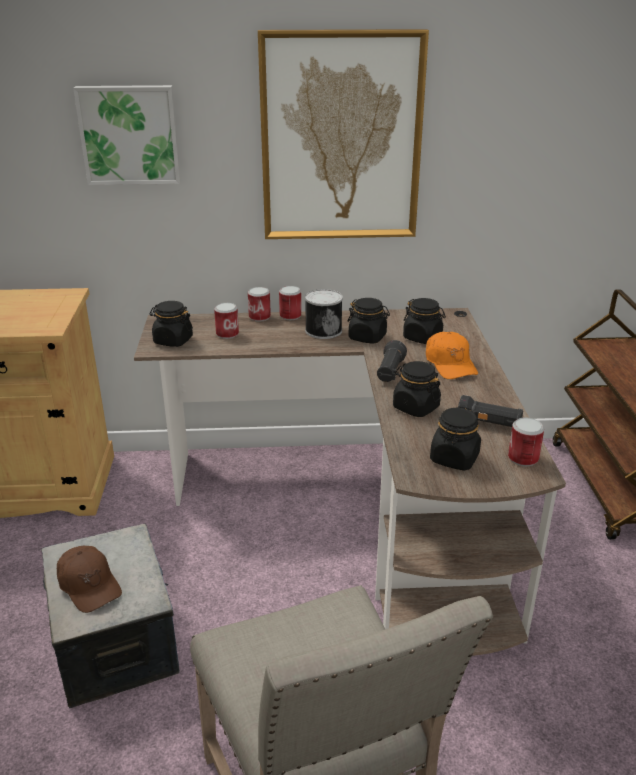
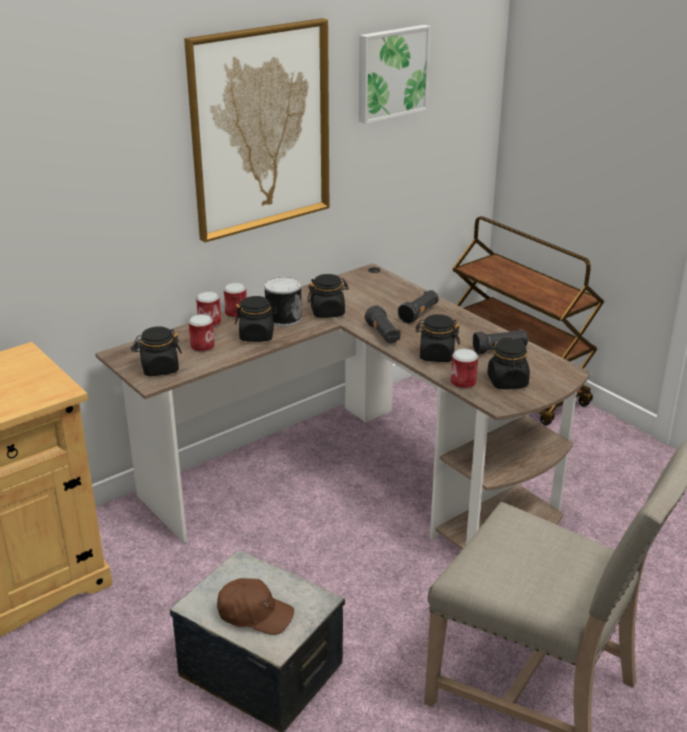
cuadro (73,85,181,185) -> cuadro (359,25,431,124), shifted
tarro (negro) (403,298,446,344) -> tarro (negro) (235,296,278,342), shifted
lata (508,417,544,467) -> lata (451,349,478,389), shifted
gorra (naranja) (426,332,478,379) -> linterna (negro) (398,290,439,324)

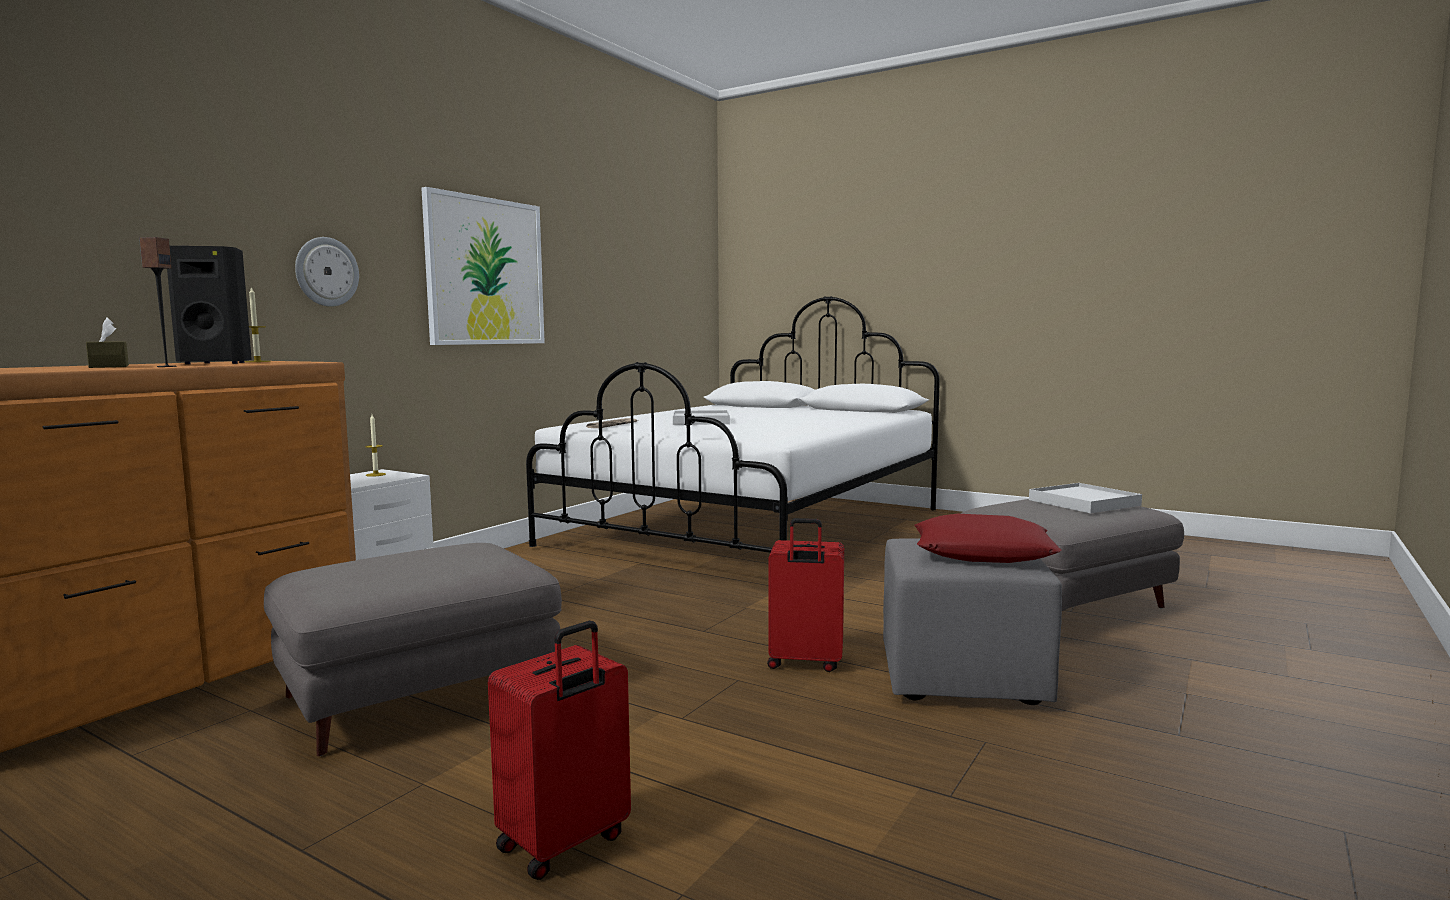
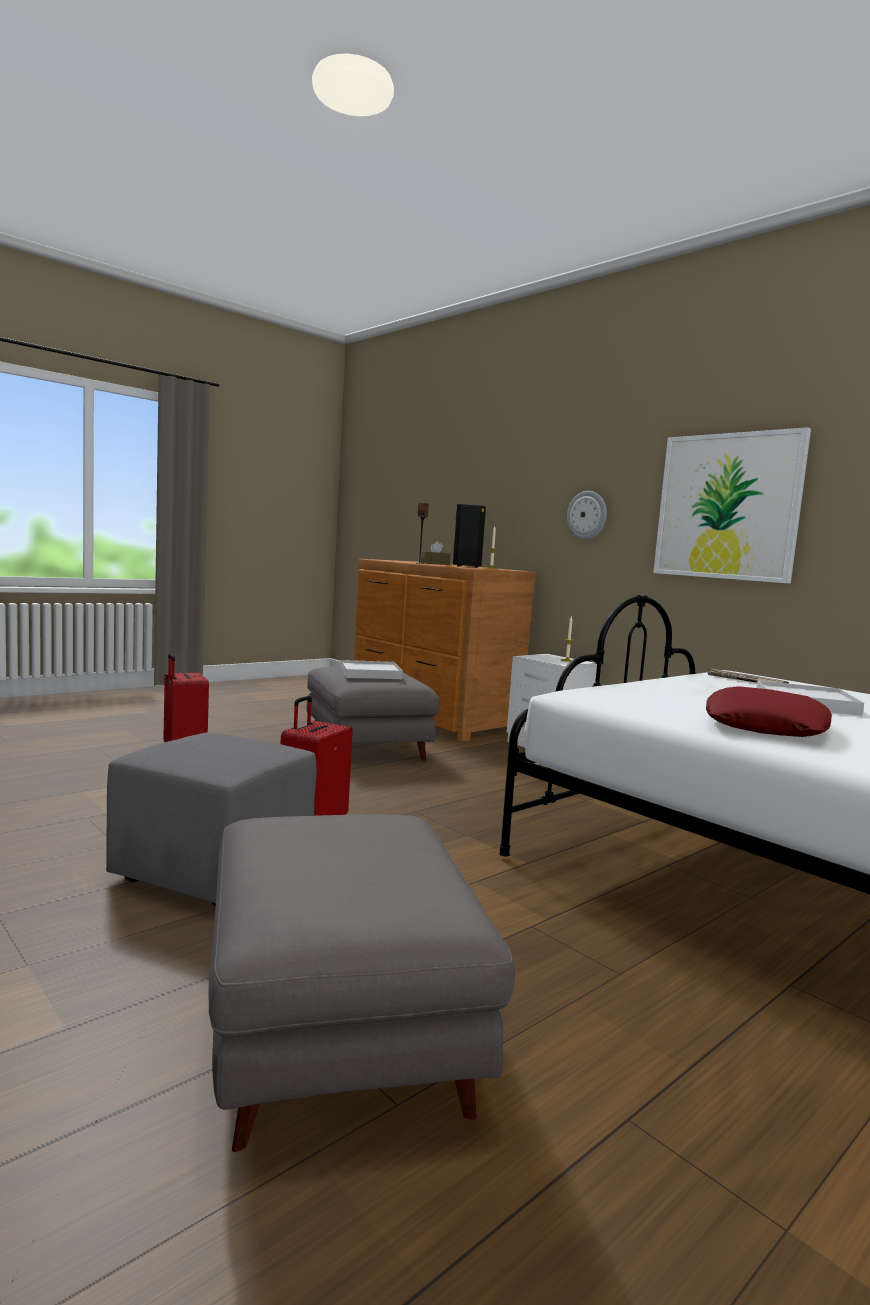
cojín (rojo) (914,514,1061,563) -> cojín (rojo) (706,686,832,737), shifted
bandeja (blanco) (1029,483,1142,513) -> bandeja (blanco) (341,660,403,679), shifted

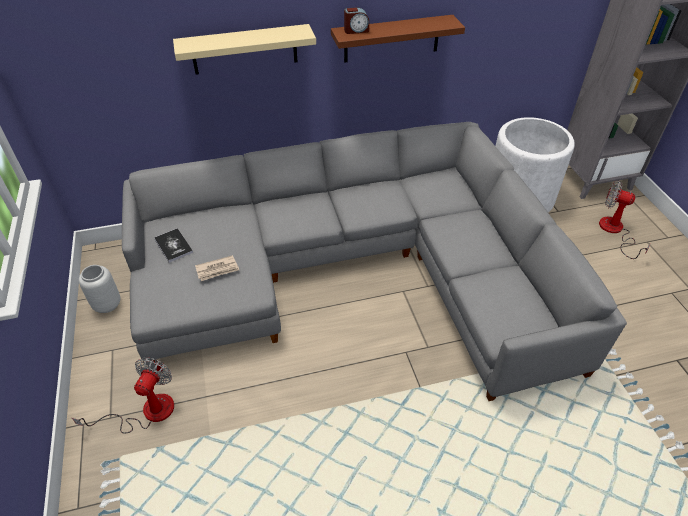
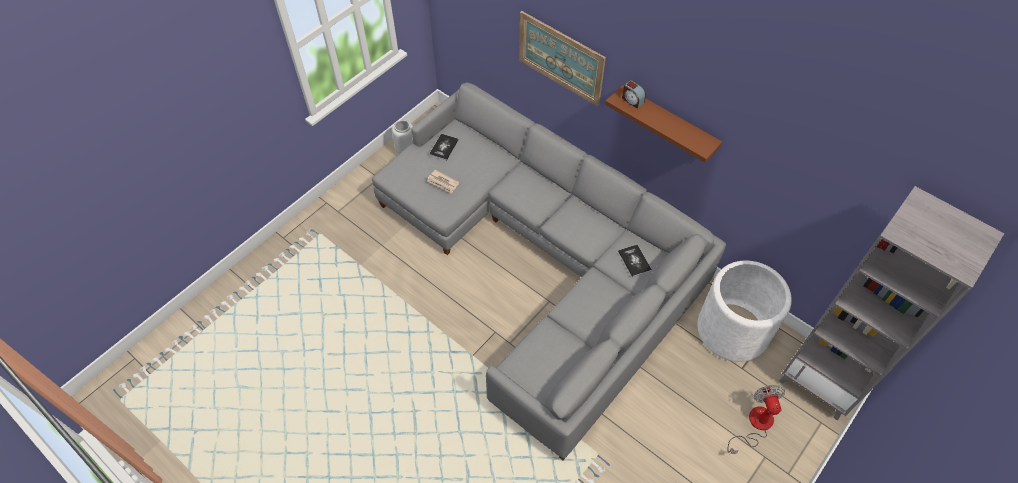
ventilador (72,357,174,434) -> none
none -> libro (618,244,652,277)
estante (beis) (173,24,316,75) -> cuadro (519,11,606,106)

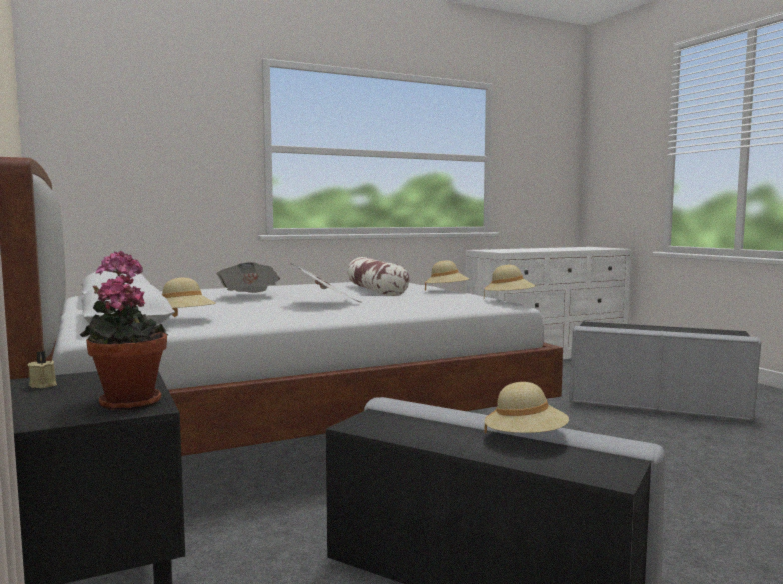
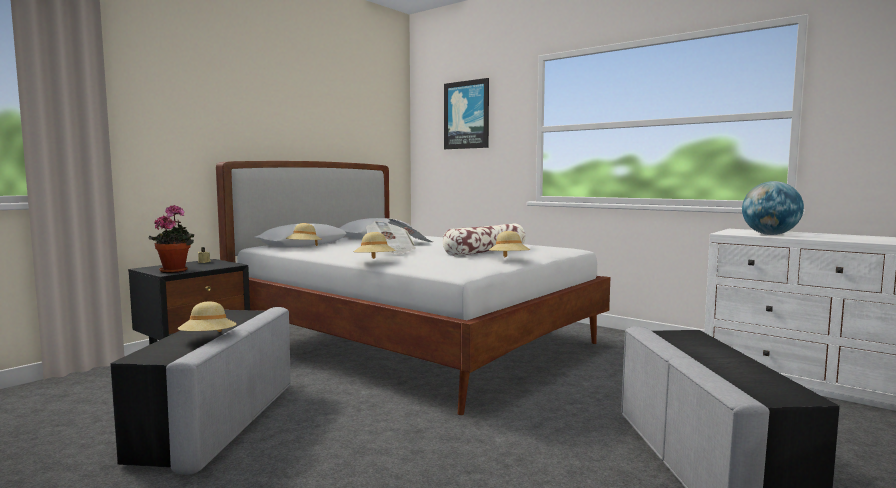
none -> cuadro (444,78,489,149)
none -> globo terráqueo (742,181,804,235)
sombrero (beis) (484,265,536,298) -> sombrero (beis) (353,232,396,259), shifted

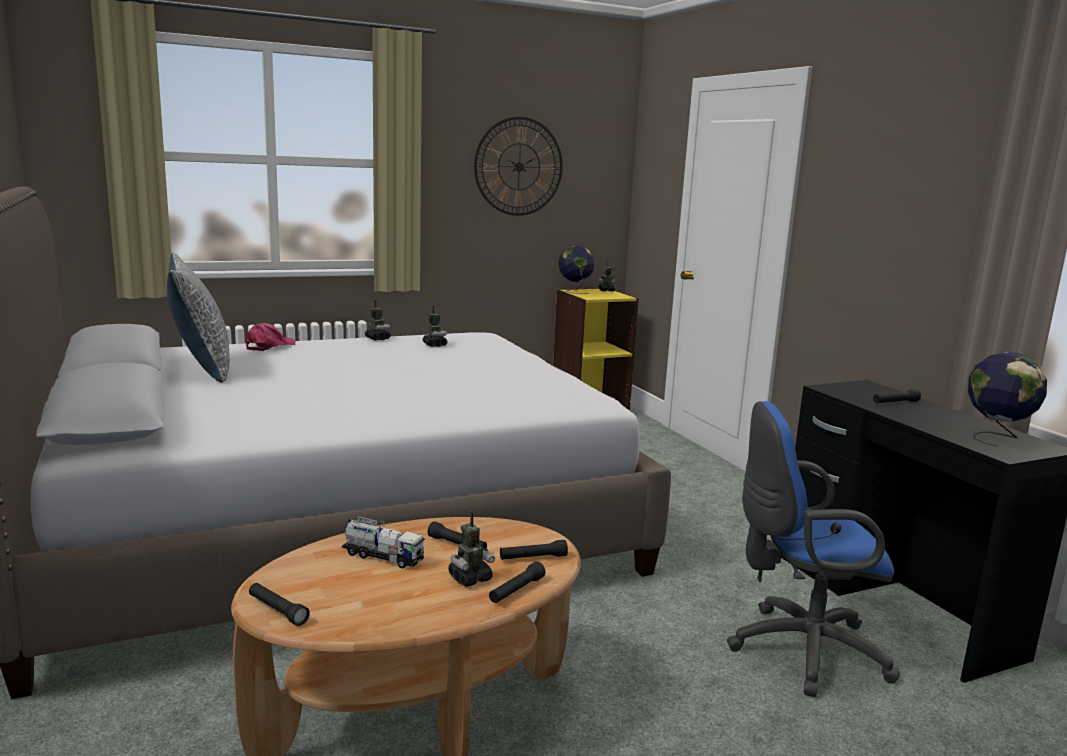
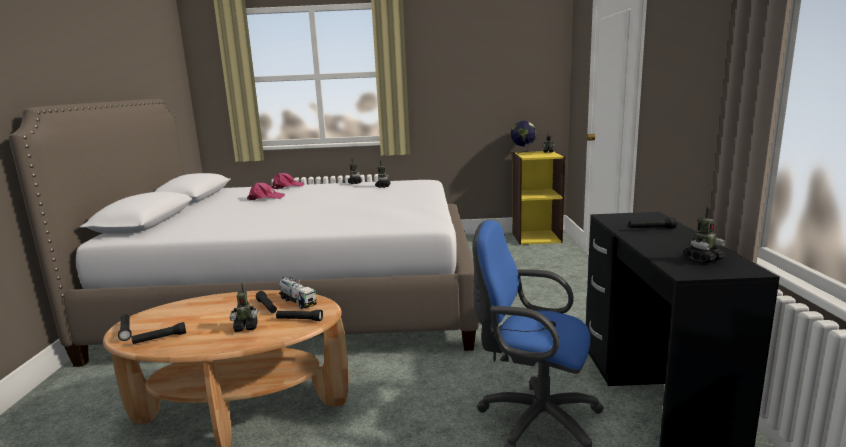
cojín (167,253,230,382) -> none
reloj de pared (474,117,563,216) -> none
none -> gorra (rosa) (247,183,285,201)
camión de juguete (342,516,425,569) -> camión de juguete (279,276,317,309), shifted
linterna (negro) (489,562,546,603) -> linterna (negro) (131,322,186,344), shifted
globo terráqueo (968,352,1047,446) -> robot de juguete (684,207,726,263)

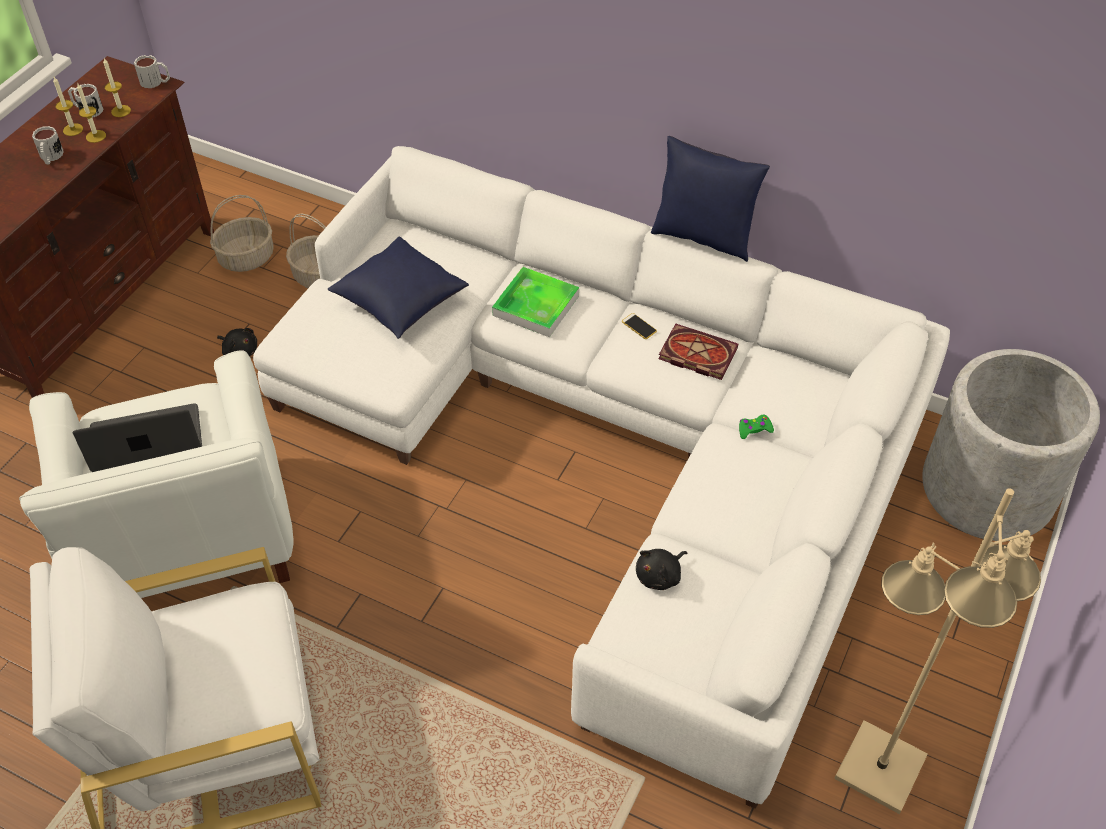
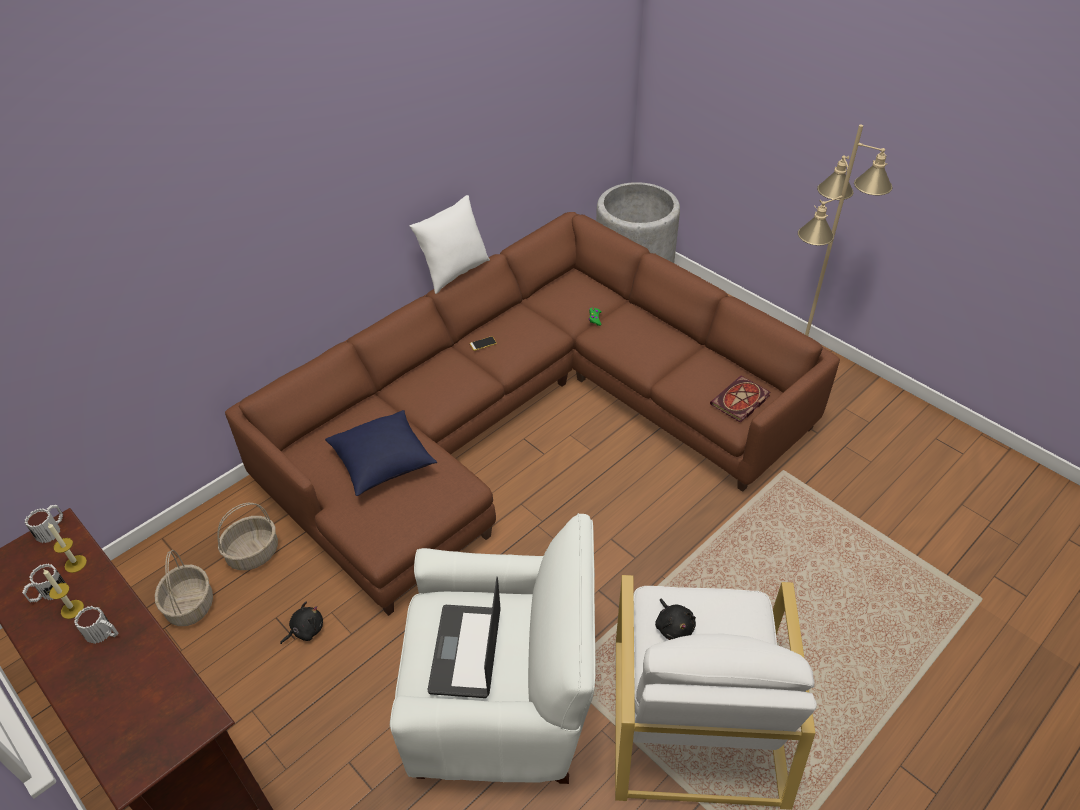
vela (77,84,106,143) -> none
bandeja (492,267,579,337) -> none
peluche (negro) (636,549,687,590) -> peluche (negro) (655,599,696,640), shifted
libro (658,324,738,380) -> libro (710,376,770,423), shifted
sofá (blanco) (253,146,950,809) -> sofá (marrón) (225,212,840,616)
cojín (azul) (651,136,770,262) -> cojín (blanco) (410,195,490,294)

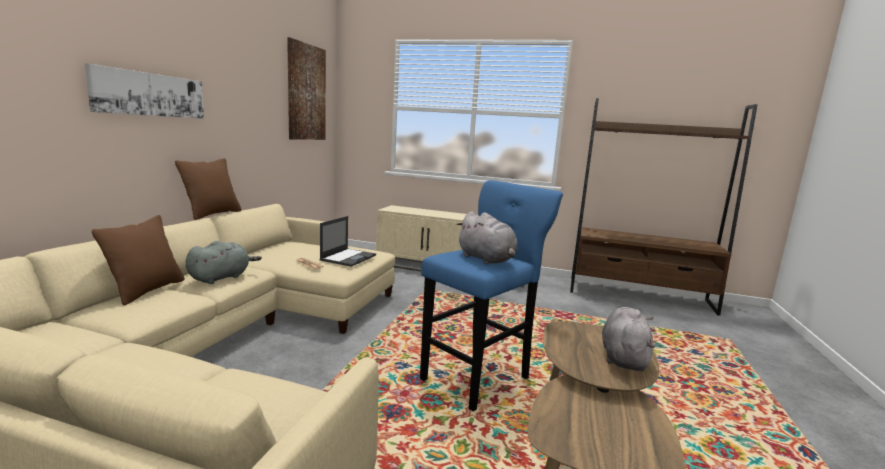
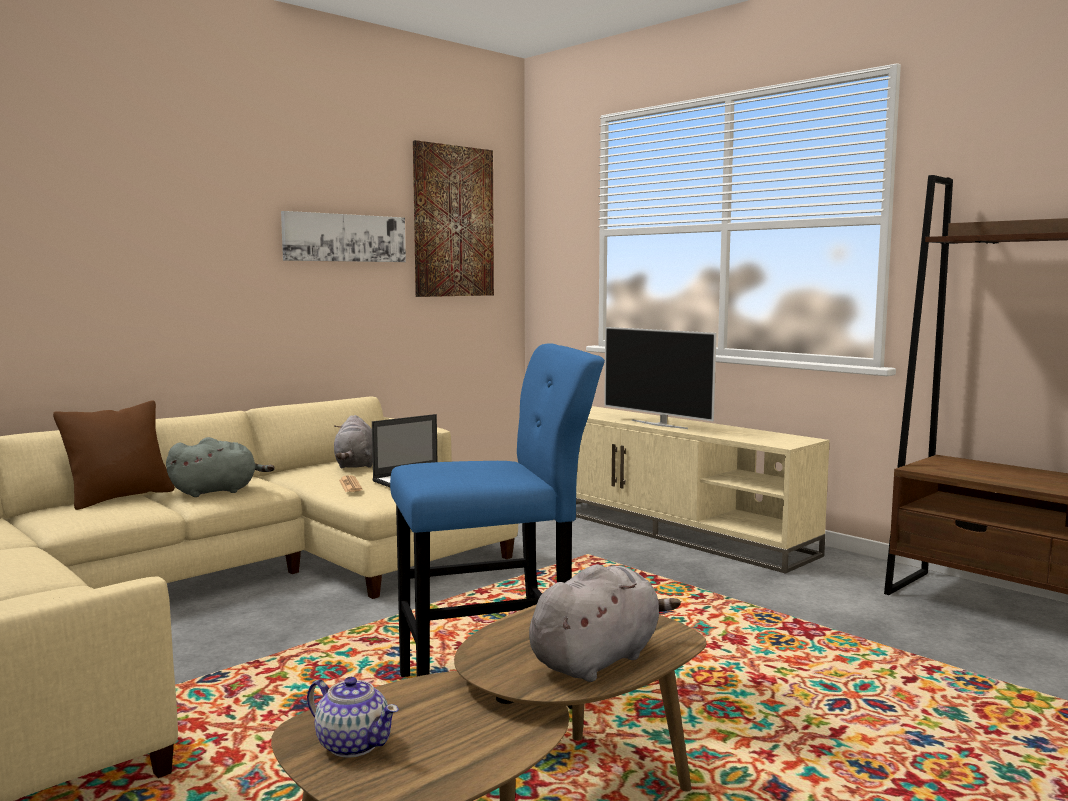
cojín (marrón) (175,158,241,220) -> none
none -> tetera (307,677,399,758)
none -> televisor (604,327,716,429)
cuadro (85,64,204,119) -> cuadro (281,211,406,262), shifted
peluche (gris) (457,211,518,264) -> peluche (gris) (334,415,373,468), shifted

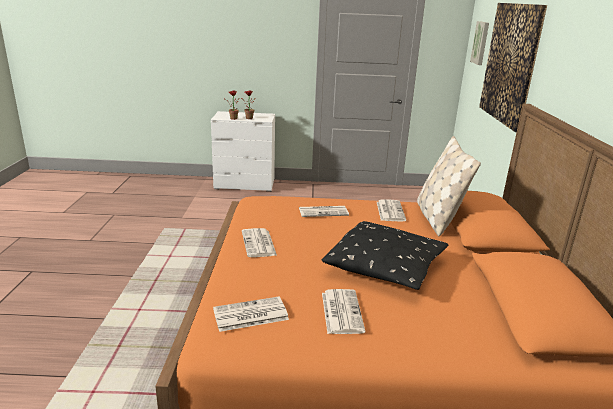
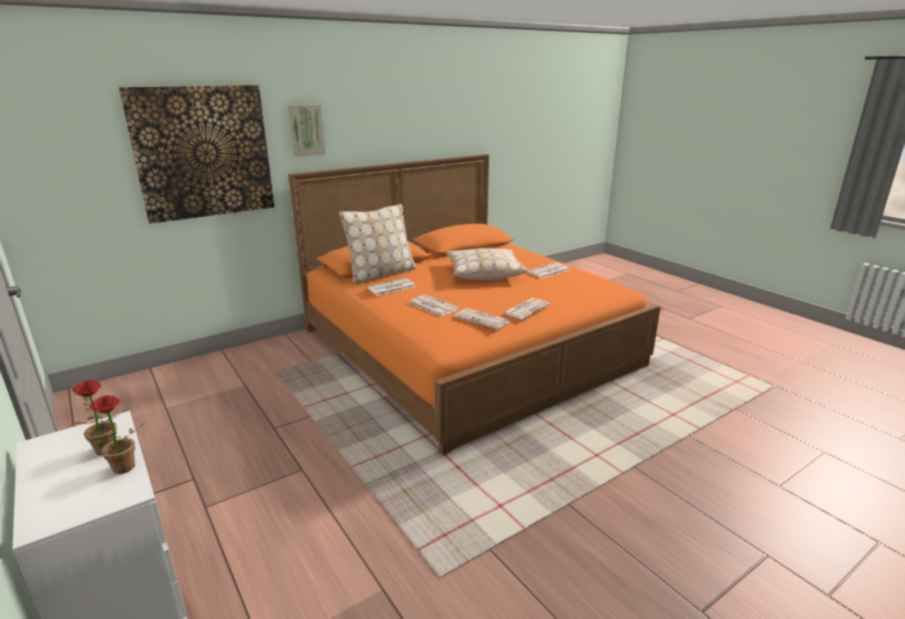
periódico (213,297,289,332) -> periódico (454,308,510,329), shifted
cuadro (470,21,489,65) -> cuadro (288,104,325,157), shifted
cojín (negro) (322,221,448,290) -> cojín (beis) (446,248,528,280)

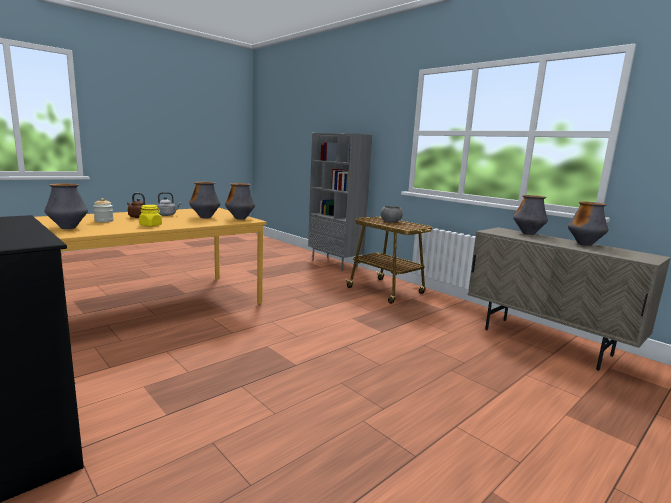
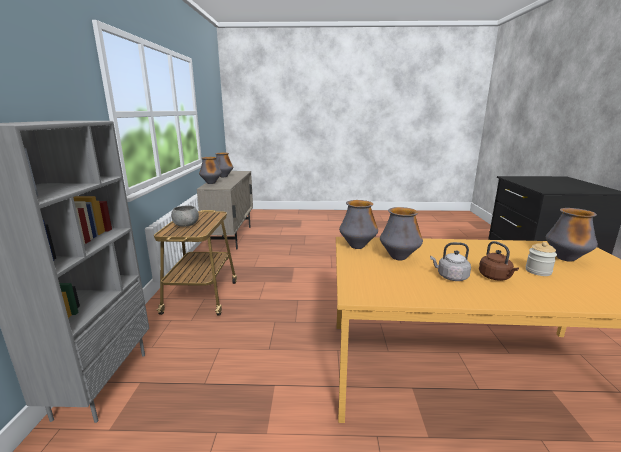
tarro (amarillo) (139,205,162,226) -> none

